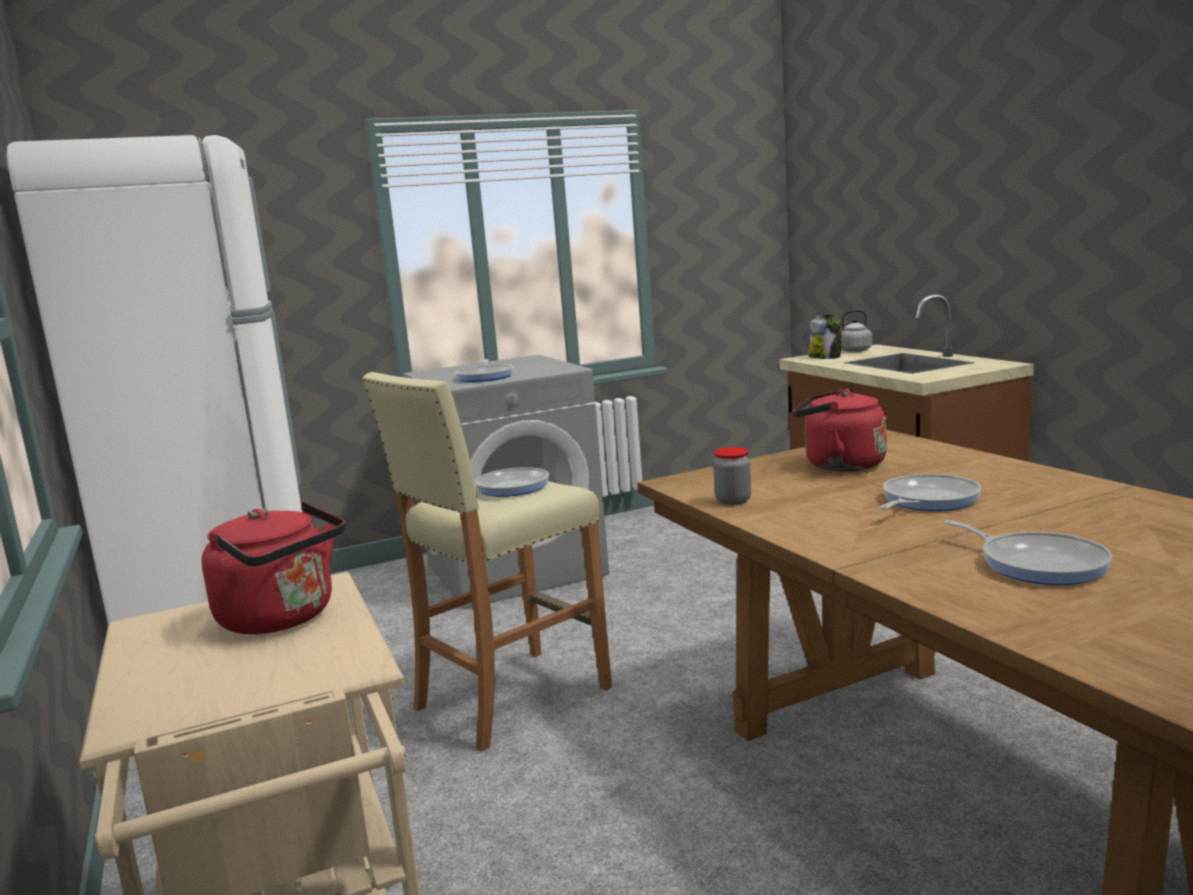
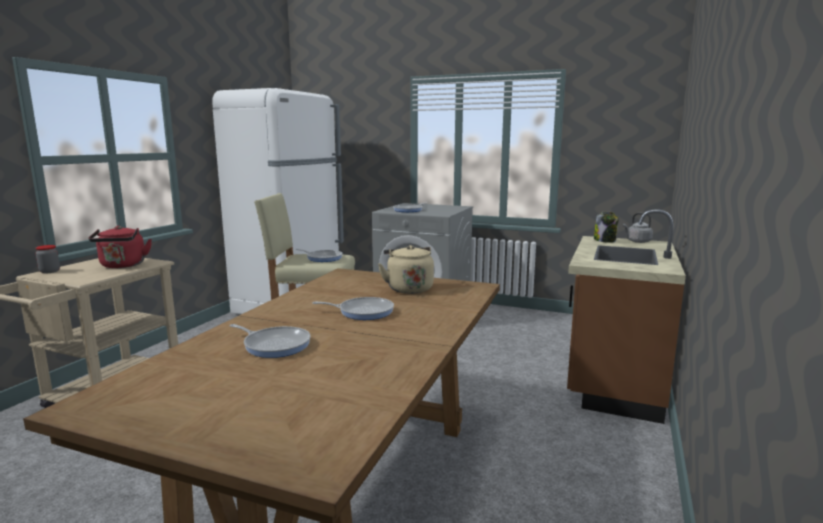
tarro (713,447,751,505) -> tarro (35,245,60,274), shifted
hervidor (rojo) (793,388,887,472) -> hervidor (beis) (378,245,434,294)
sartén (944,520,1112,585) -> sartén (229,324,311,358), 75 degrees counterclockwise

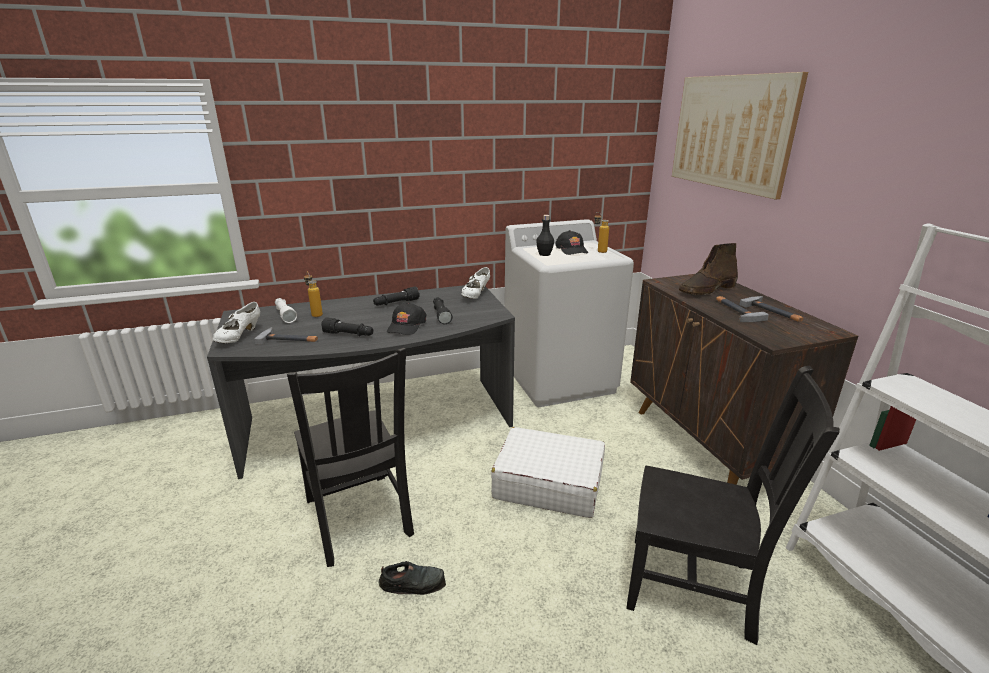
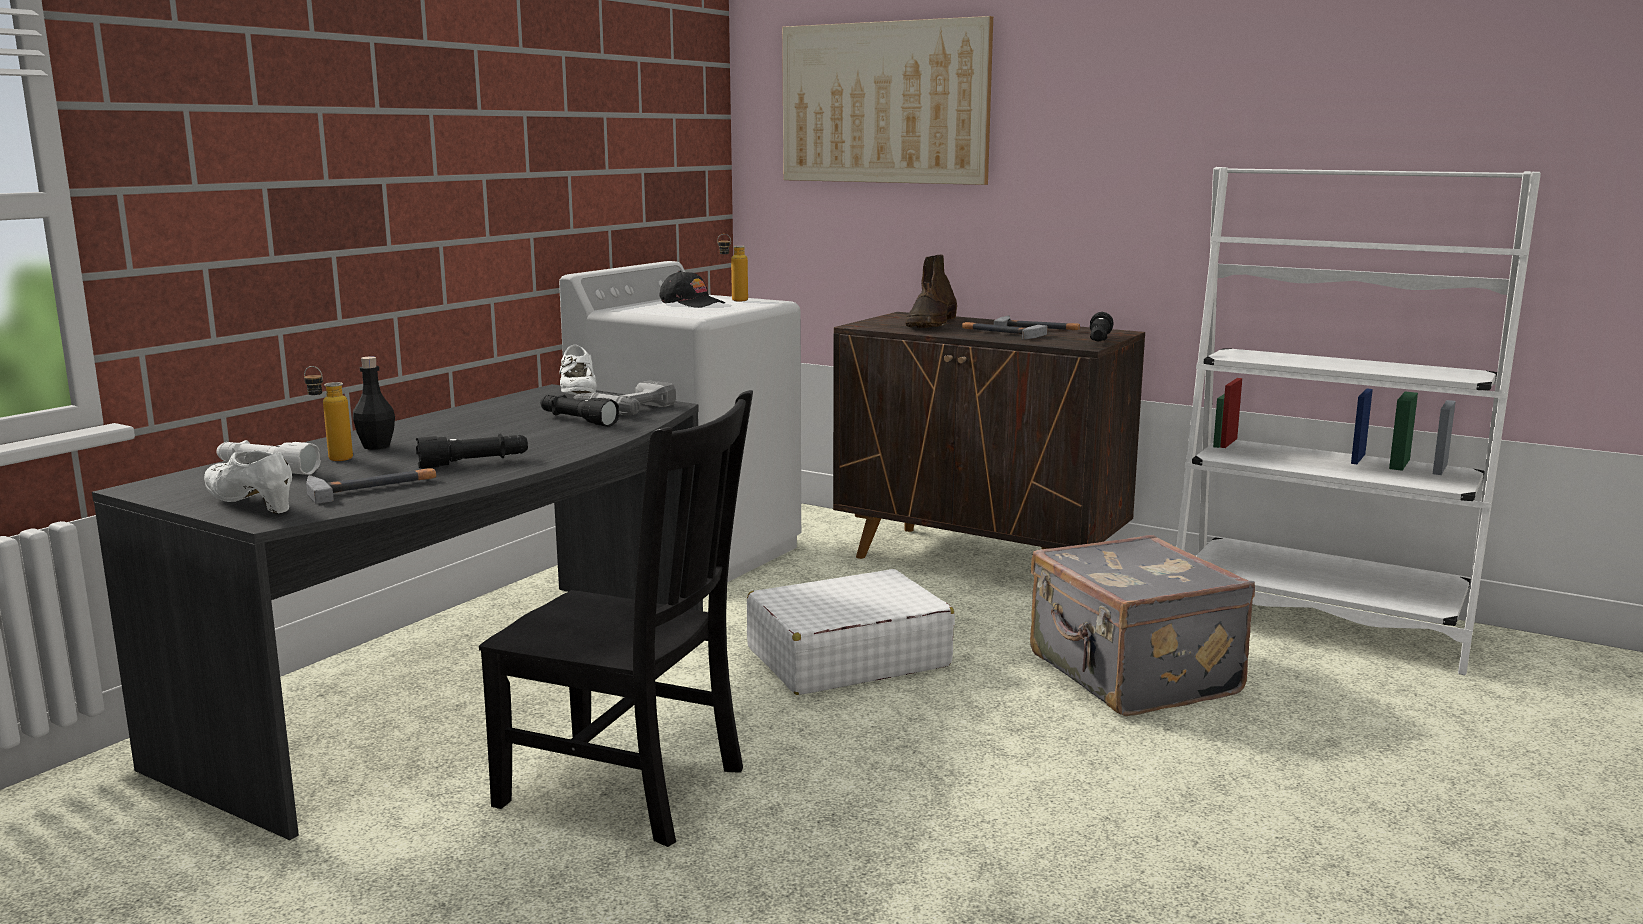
zapato (negro) (379,561,446,595) -> none
gorra (negro) (387,302,426,335) -> none
none -> taladro (574,381,676,415)
linterna (negro) (373,287,420,306) -> linterna (negro) (1090,312,1114,341), shifted
botella (negro) (536,215,554,256) -> botella (negro) (353,357,395,450), shifted
silla (negro) (626,366,840,645) -> maleta (gris) (1030,535,1255,716)
zapato (blanco) (213,302,260,343) -> zapato (blanco) (204,450,292,513), 150 degrees clockwise

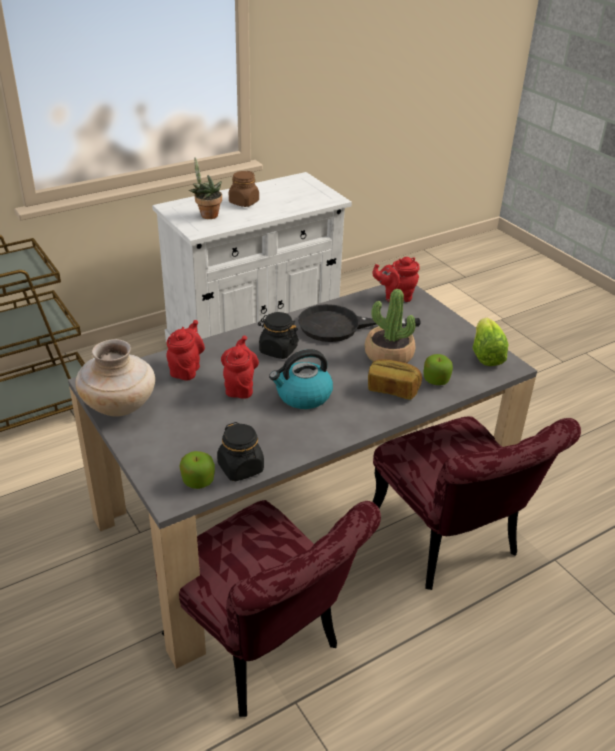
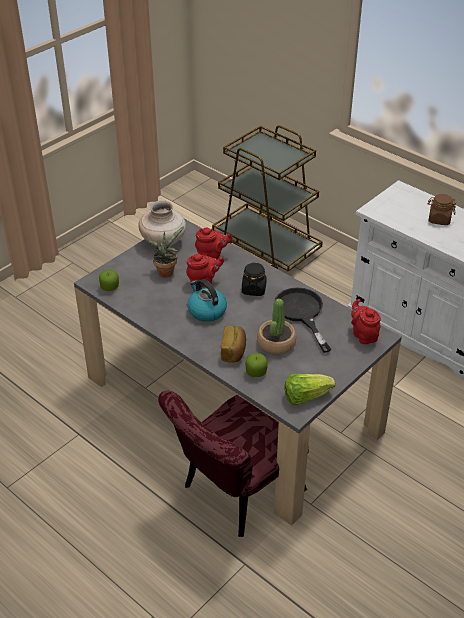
silla (rojo) (156,500,381,717) -> none
tarro (negro) (217,422,264,481) -> none
planta en maceta (189,157,222,219) -> planta en maceta (147,226,185,277), shifted

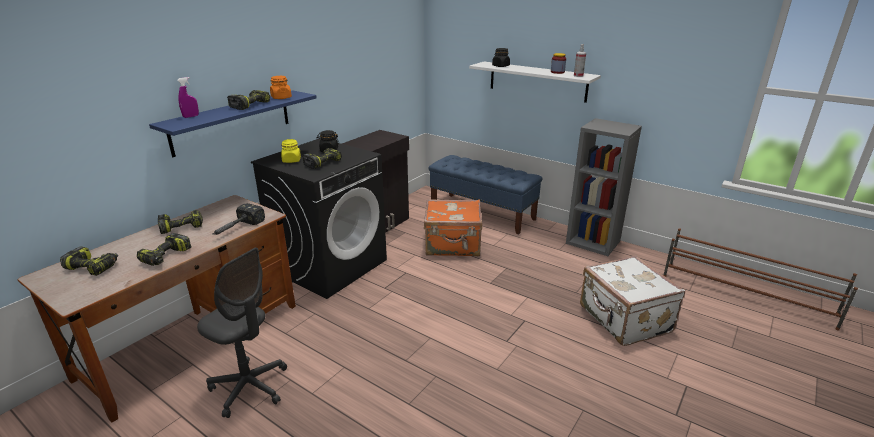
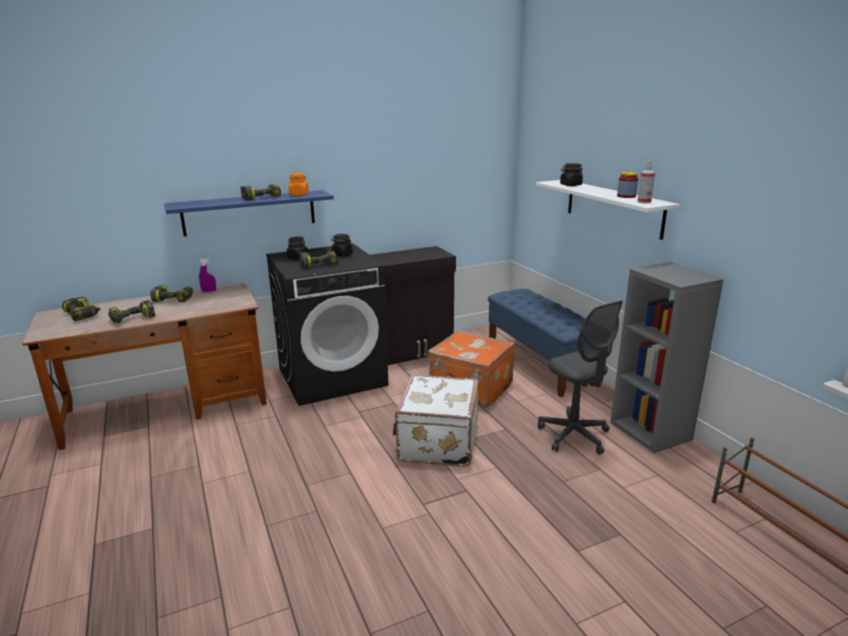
martillo (212,203,265,235) -> none
pulverizador (morado) (177,77,199,118) -> pulverizador (morado) (199,258,216,292), shifted
silla de oficina (gris) (197,247,287,418) -> silla de oficina (gris) (538,301,623,455), shifted
maleta (blanco) (580,256,685,346) -> maleta (blanco) (393,374,479,467), shifted
tarro (amarillo) (281,139,301,163) -> tarro (negro) (286,237,309,260)

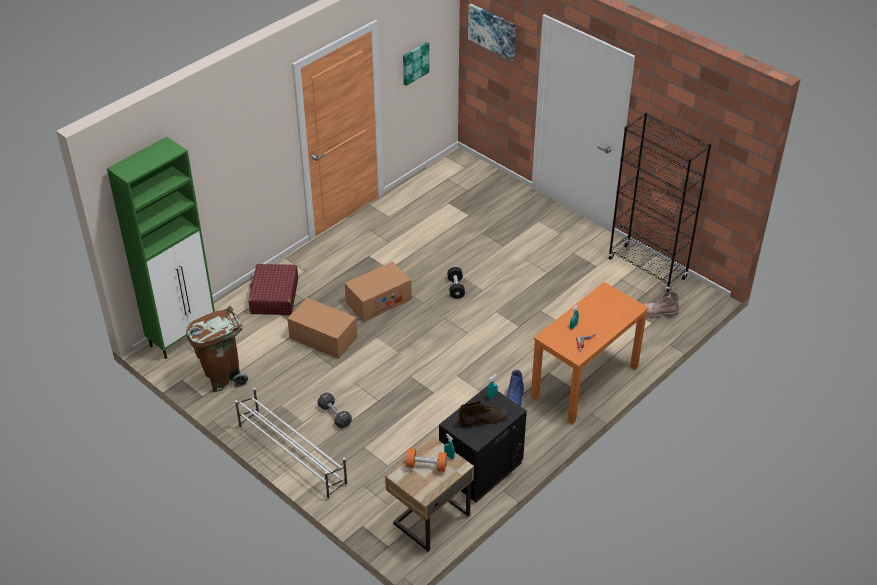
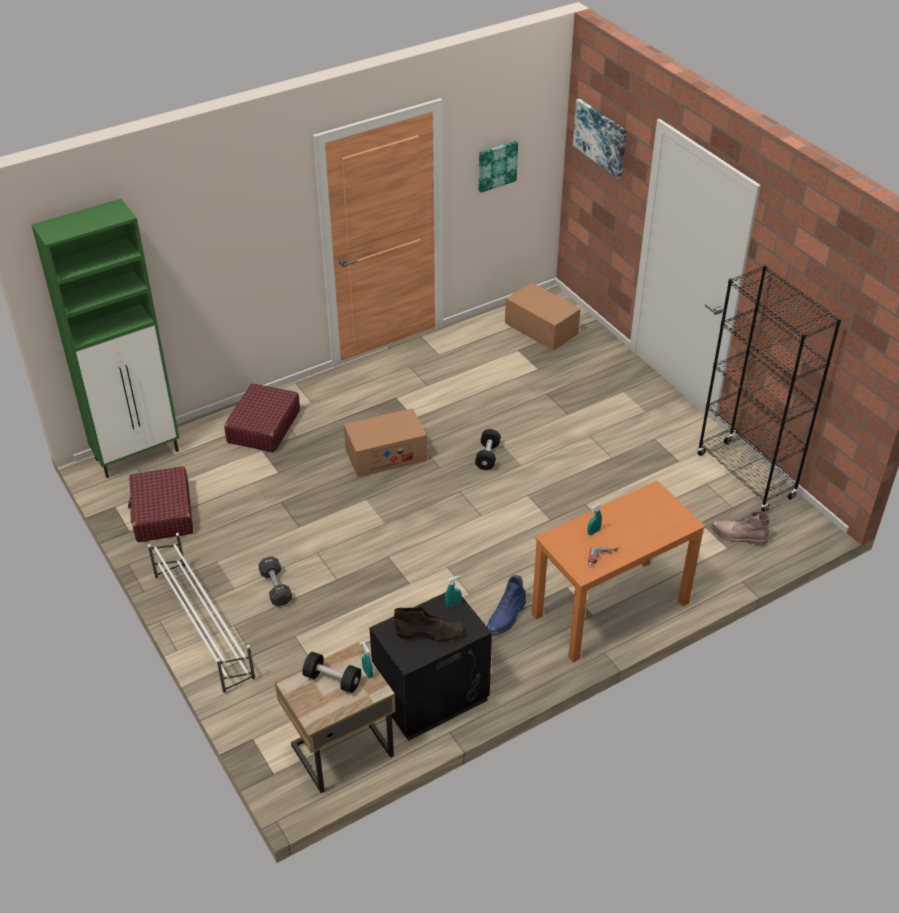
caja de cartón (287,298,357,359) -> caja de cartón (505,282,581,351), shifted
papelera (marrón) (186,306,248,392) -> maleta (rojo) (128,466,193,542)
mancuerna (naranja) (406,448,447,472) -> mancuerna (negro) (302,652,361,693)

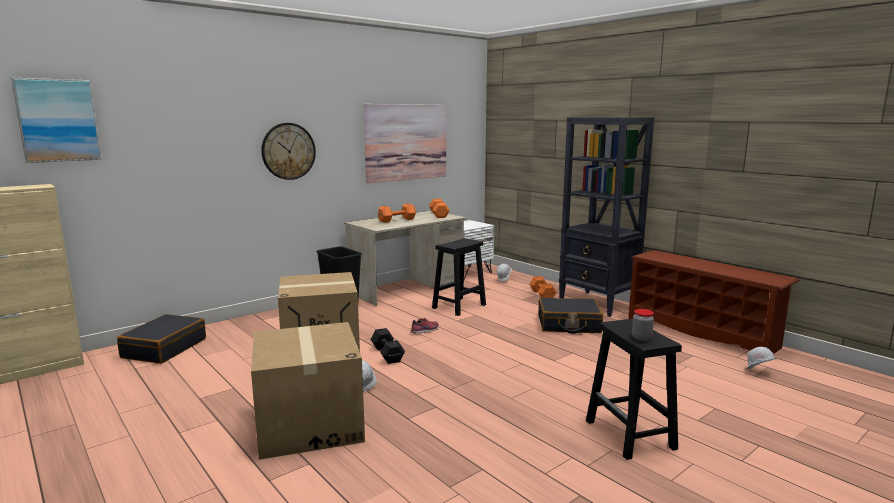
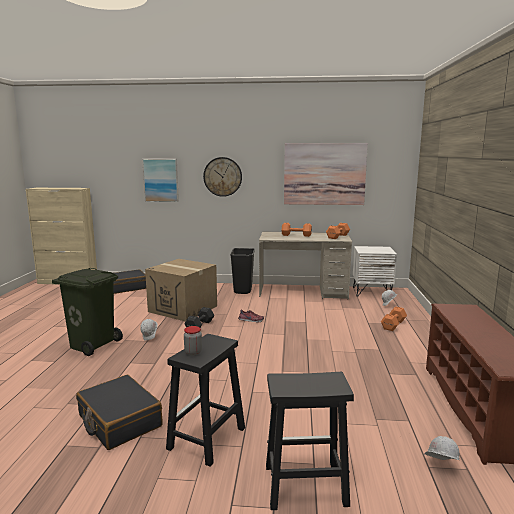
estantería (negro) (559,117,654,317) -> none
cuadro (11,78,102,163) -> cuadro (142,159,179,202), shifted
taburete (negro) (432,238,486,316) -> taburete (negro) (266,372,354,510), shifted
maleta (negro) (539,297,603,334) -> maleta (negro) (76,375,162,450), shifted
caja de cartón (251,322,365,460) -> papelera (verde) (52,268,123,356)

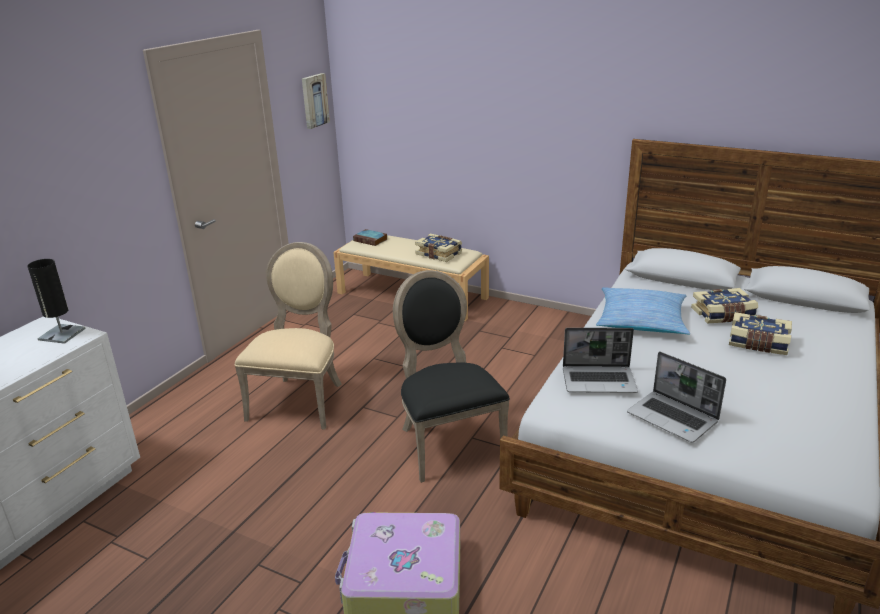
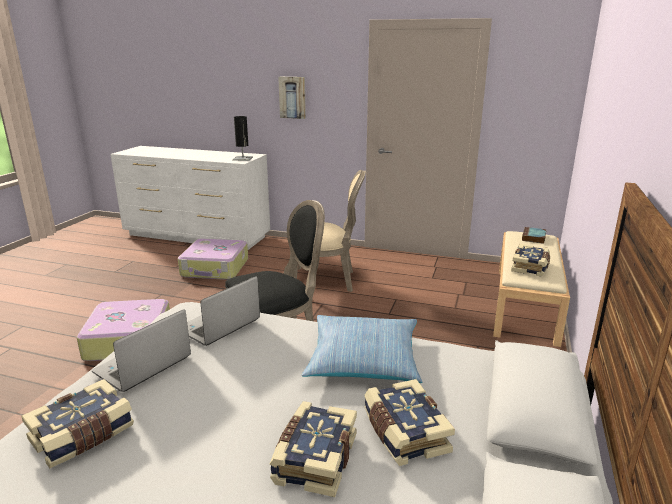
none -> libro (21,379,134,468)
none -> maleta (178,239,248,280)
cuadro (302,73,330,129) -> cuadro (278,77,306,119), shifted
portátil (563,328,638,393) -> portátil (187,276,260,346), 45 degrees clockwise

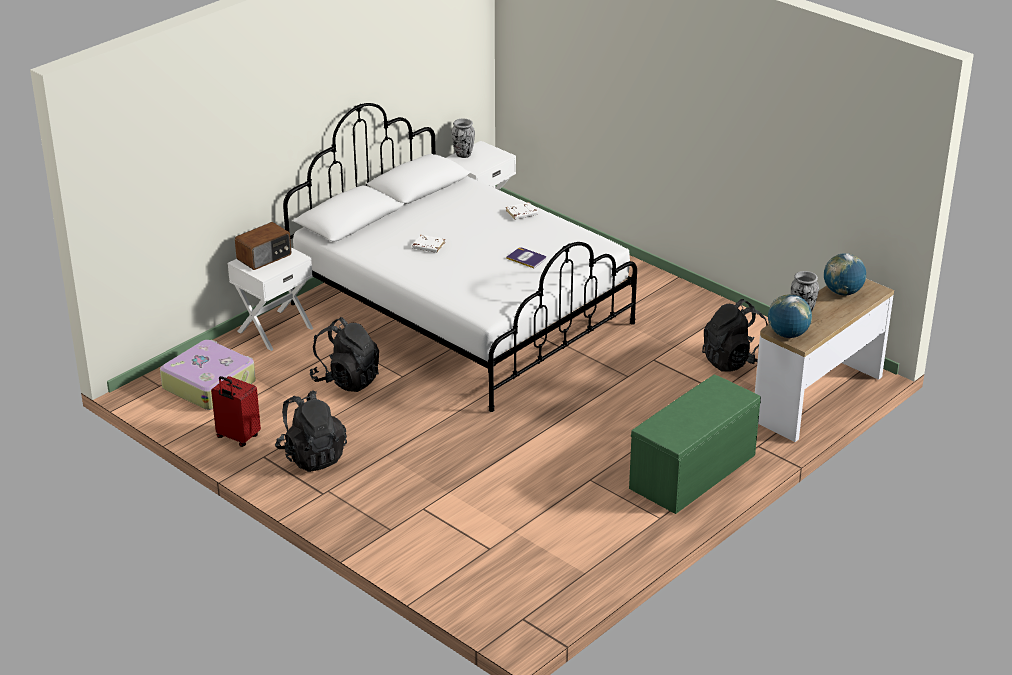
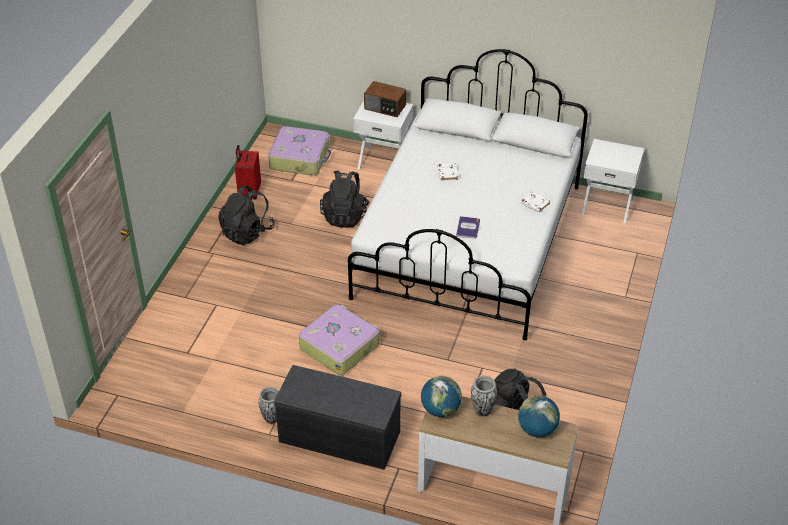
none -> maleta (299,304,379,375)
florero (451,119,475,158) -> florero (258,387,279,424), shifted
banco (verde) (629,374,761,514) -> banco (gris) (274,365,401,470)

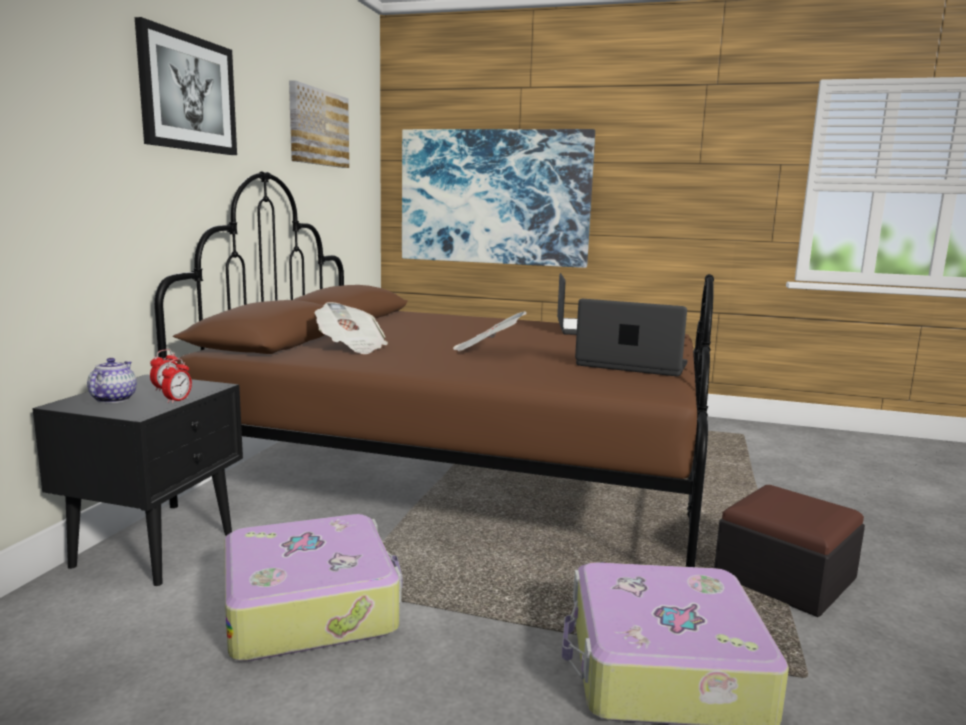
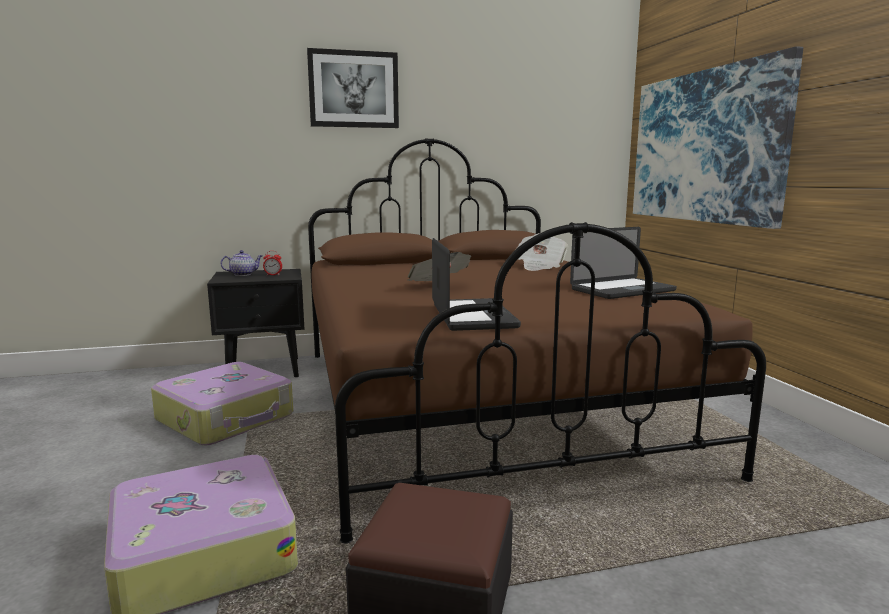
despertador (162,358,192,404) -> none
cuadro (289,80,349,168) -> none
periódico (315,302,388,354) -> periódico (516,233,569,271), shifted

